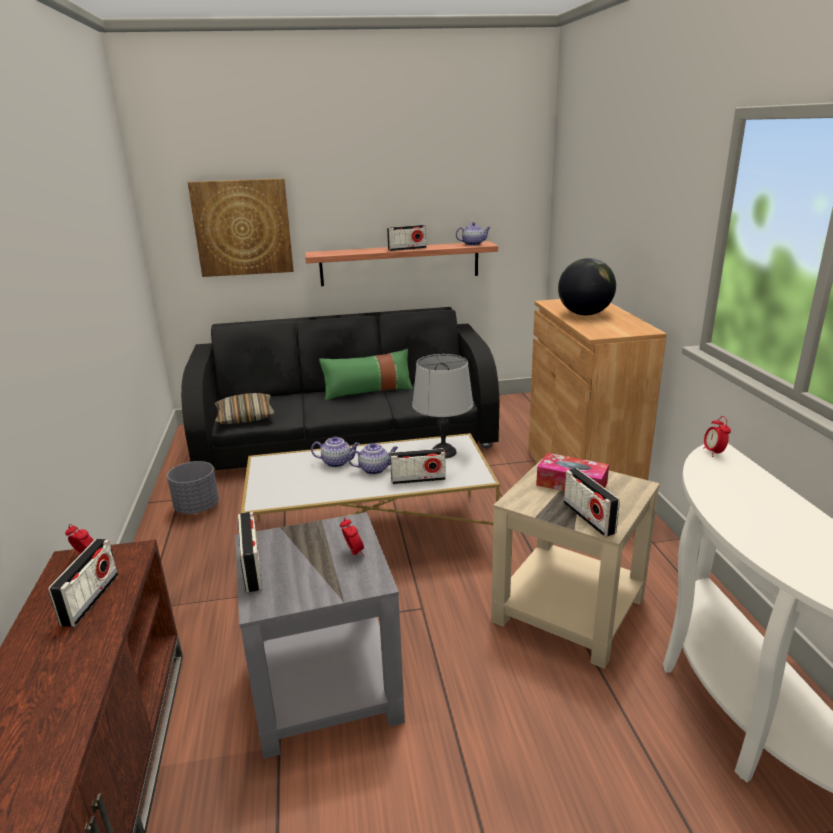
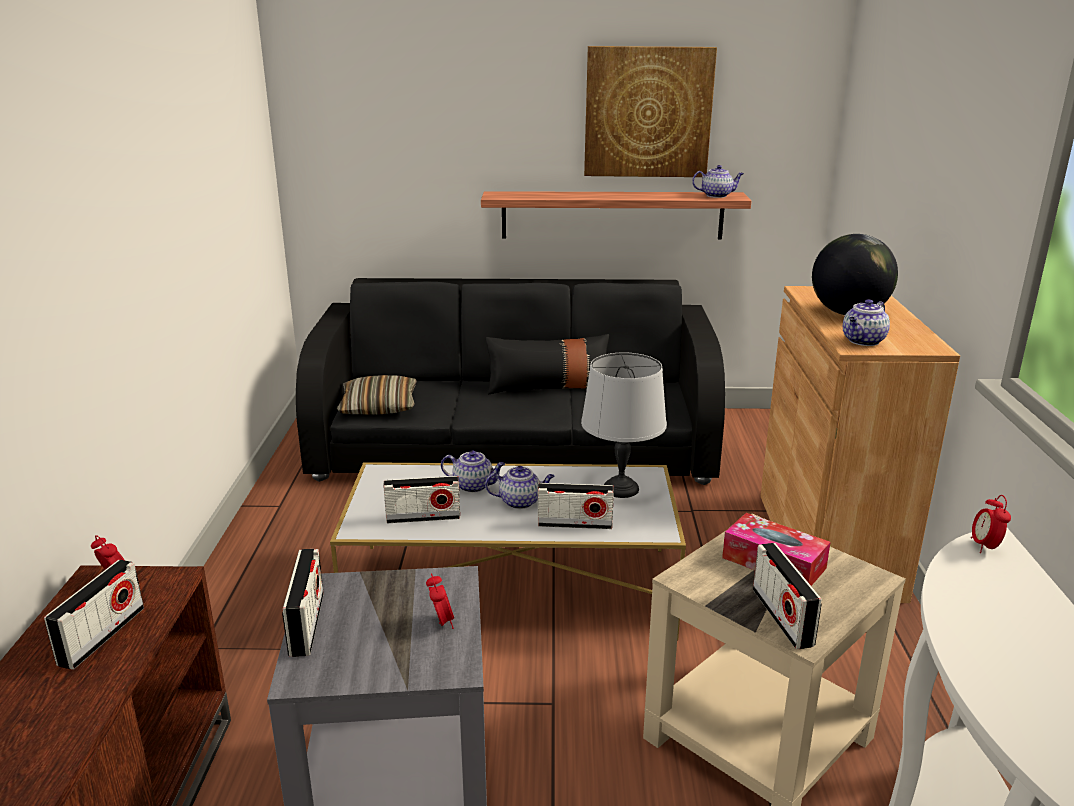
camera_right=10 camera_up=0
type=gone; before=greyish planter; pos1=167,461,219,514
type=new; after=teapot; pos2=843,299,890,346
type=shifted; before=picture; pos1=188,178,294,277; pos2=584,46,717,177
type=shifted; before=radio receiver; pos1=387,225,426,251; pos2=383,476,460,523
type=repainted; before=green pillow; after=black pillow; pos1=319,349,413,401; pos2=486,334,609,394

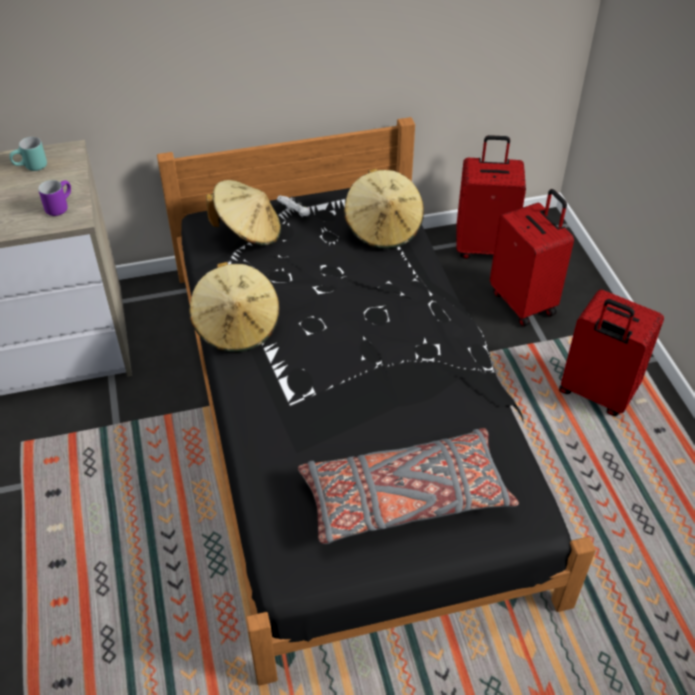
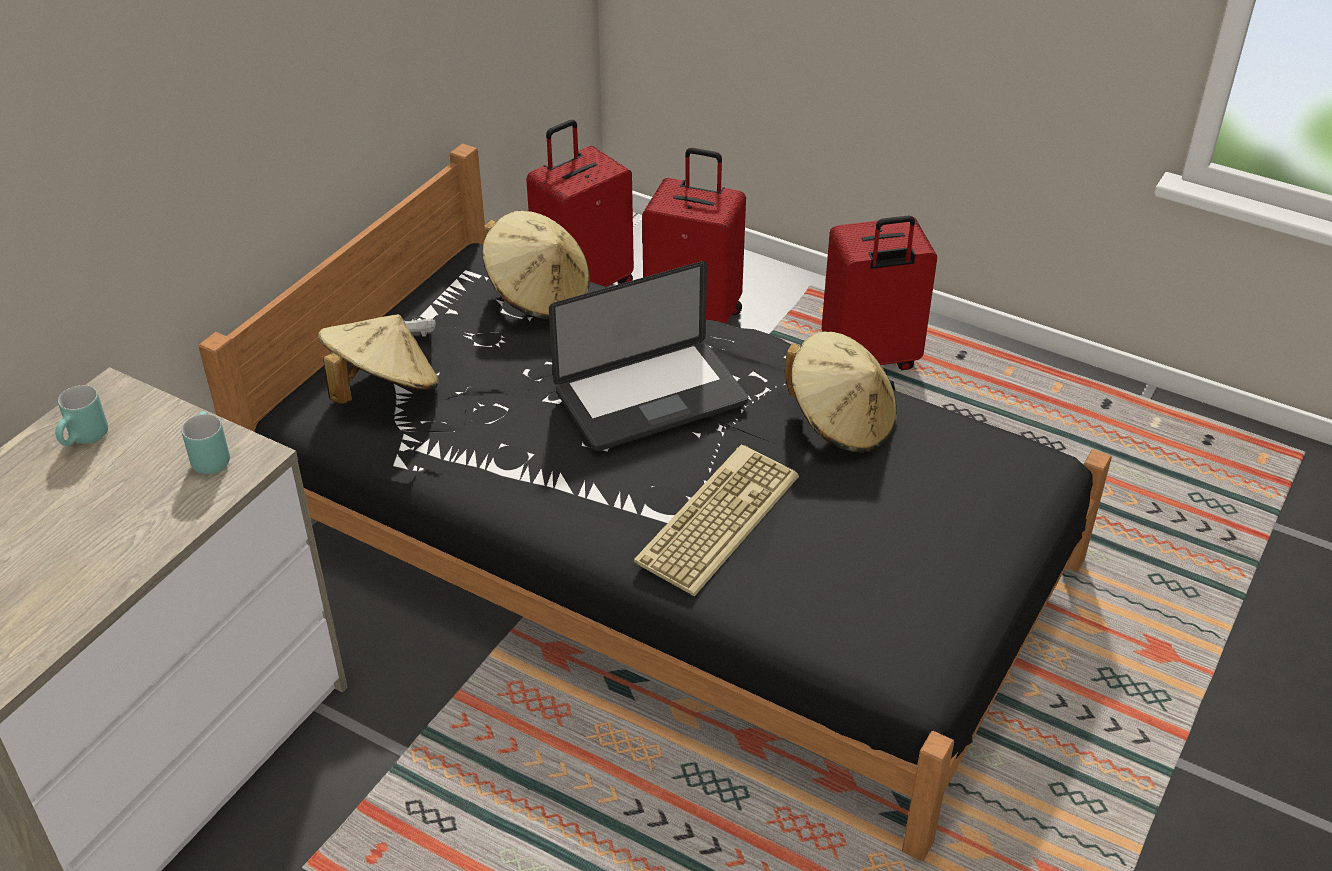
camera_right=-45 camera_up=-5
type=gone; before=greyish pillow; pos1=298,428,519,544
type=new; after=laptop; pos2=549,261,748,451
type=new; after=PC keyboard; pos2=634,444,799,597
type=shifted; before=sand-coloured clothing hat; pos1=189,262,280,352; pos2=785,331,897,453
type=repainted; before=purplish coffee mug; after=turquoise-coloured coffee mug; pos1=38,180,71,216; pos2=182,411,230,474

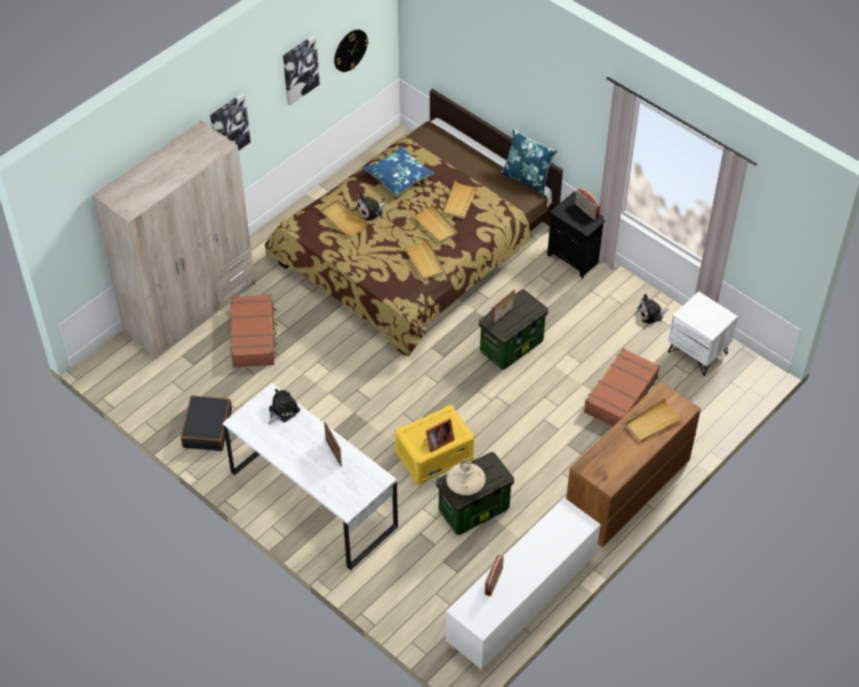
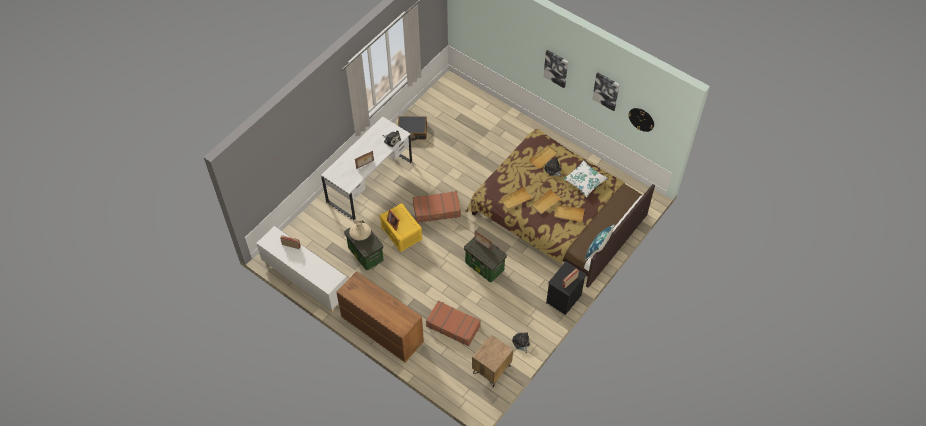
camera_right=85 camera_up=5
type=gone; before=sand-coloured wardrobe; pos1=92,121,255,359
type=gone; before=sand-coloured serving tray; pos1=625,399,683,442
type=shifted; before=brown piece of luggage; pos1=230,294,278,368; pos2=413,191,461,223
type=repainted; before=blue-coloured pillow; after=white-coloured pillow; pos1=363,146,435,197; pos2=563,160,608,197
type=repainted; before=white-coloured bedside table; after=brown bedside table; pos1=668,291,738,376; pos2=472,335,513,387

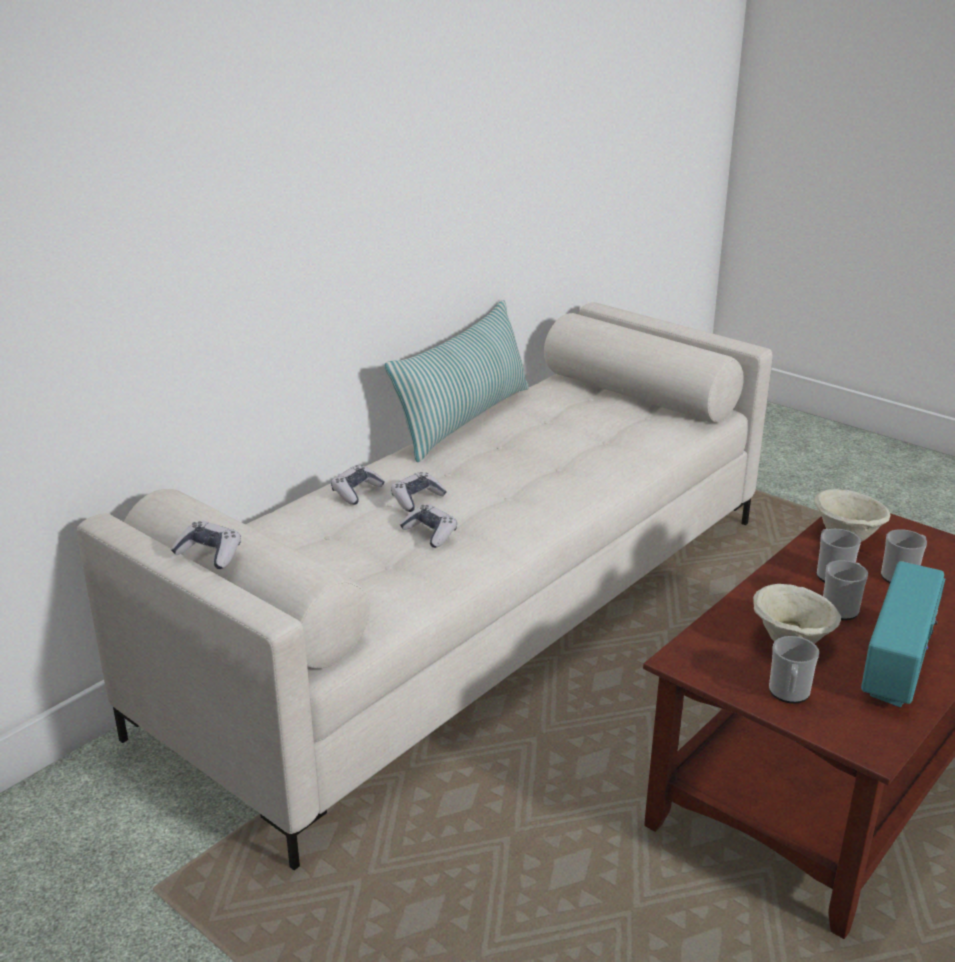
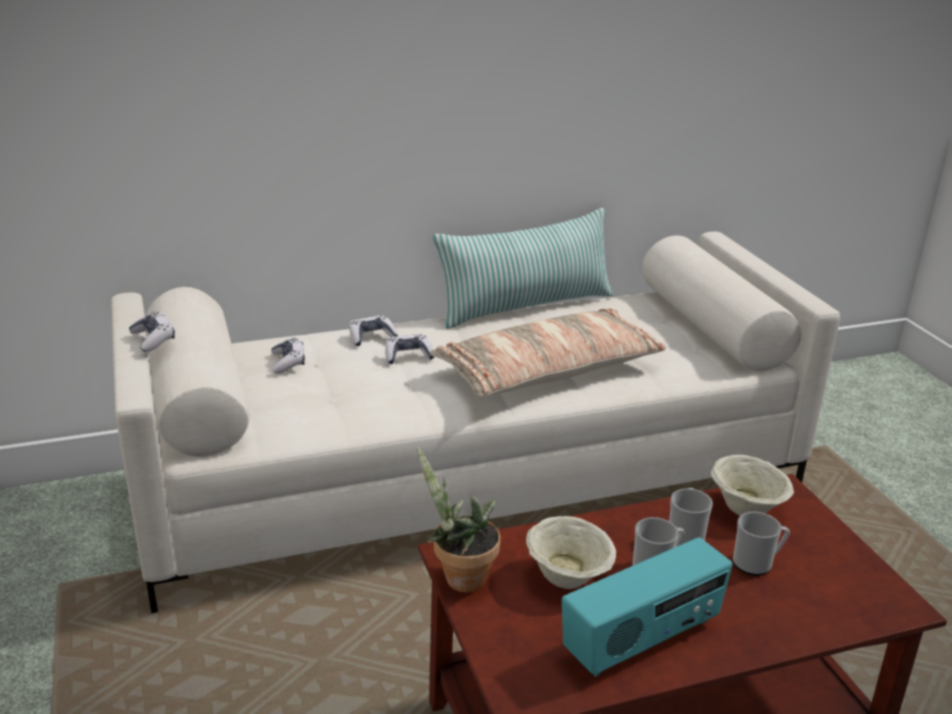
camera_right=30 camera_up=0
type=gone; before=coffee mug; pos1=769,636,819,704
type=new; after=plant in a pot; pos2=417,446,500,593
type=new; after=pillow; pos2=430,309,666,396
type=shifted; before=gamepad; pos1=400,505,457,548; pos2=271,338,305,374

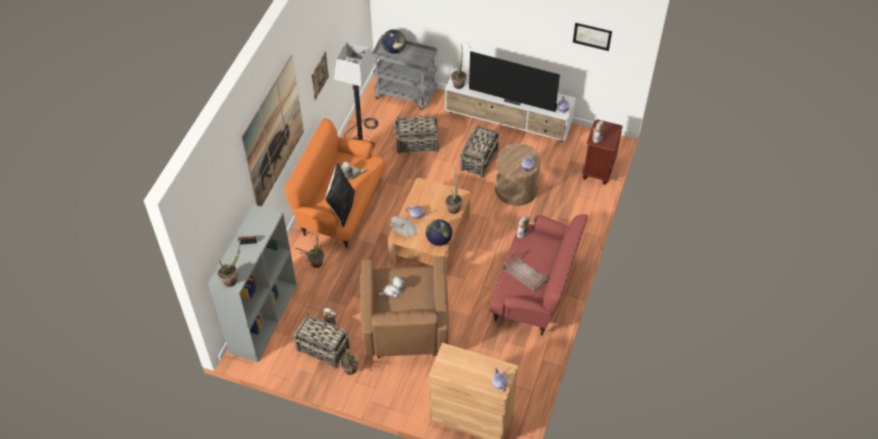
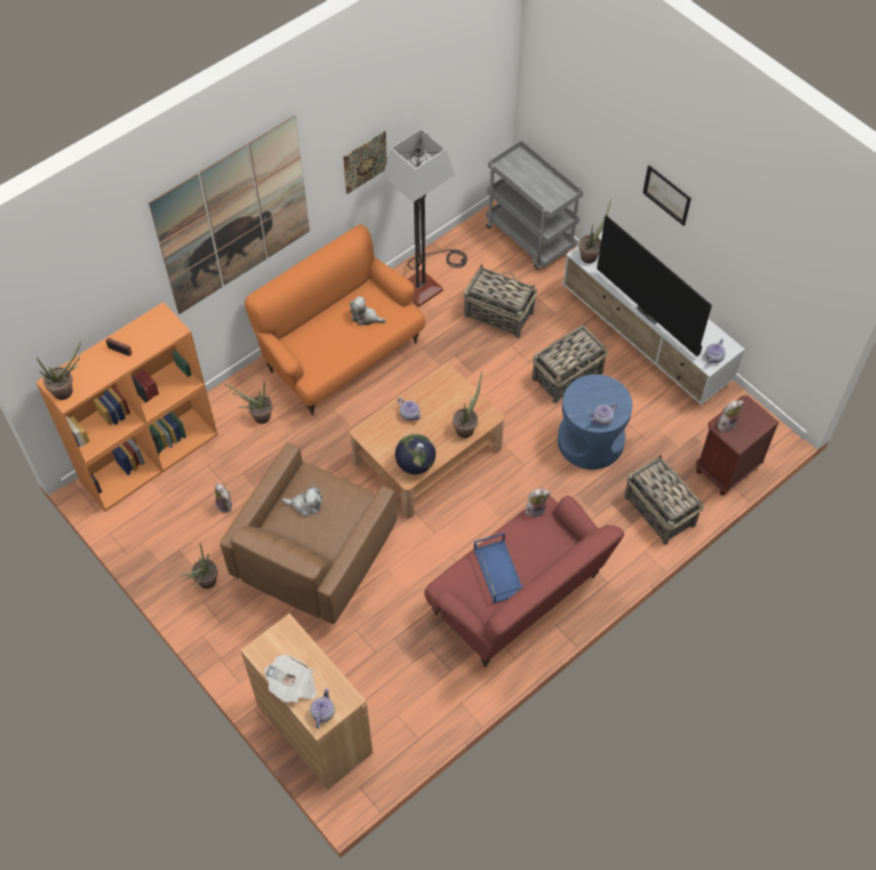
camera_right=30 camera_up=5
type=gone; before=black pillow; pos1=325,163,355,227
type=gone; before=world globe; pos1=382,29,406,54
type=shifted; before=basket; pos1=293,313,350,369; pos2=624,455,704,545
type=shifted; before=daily paper; pos1=390,216,419,237; pos2=265,654,316,703
type=shifted; before=picture; pos1=573,23,612,51; pos2=643,165,691,226
type=repainted; before=greyish bookshelf; after=orangey bookshelf; pos1=208,204,297,362; pos2=36,302,218,512
type=repainted; before=brown side table; after=blue-coloured side table; pos1=495,143,541,206; pos2=557,374,632,470
type=repainted; before=brown serving tray; after=blue-coloured serving tray; pos1=503,251,548,292; pos2=474,533,525,603

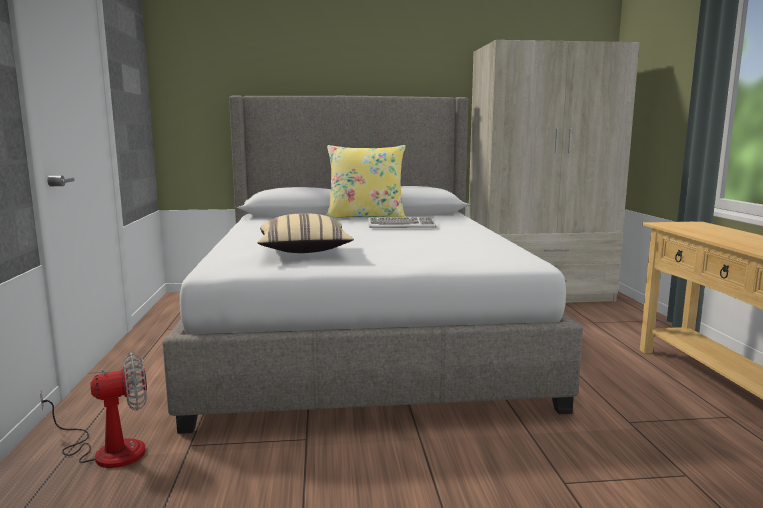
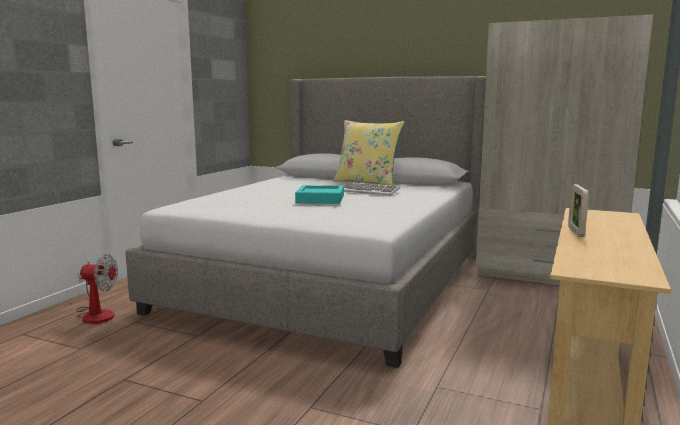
camera_right=30 camera_up=0
type=gone; before=sand-coloured pillow; pos1=258,213,354,253
type=new; after=turquoise-coloured serving tray; pos2=295,185,344,204
type=new; after=photo frame; pos2=568,184,589,237

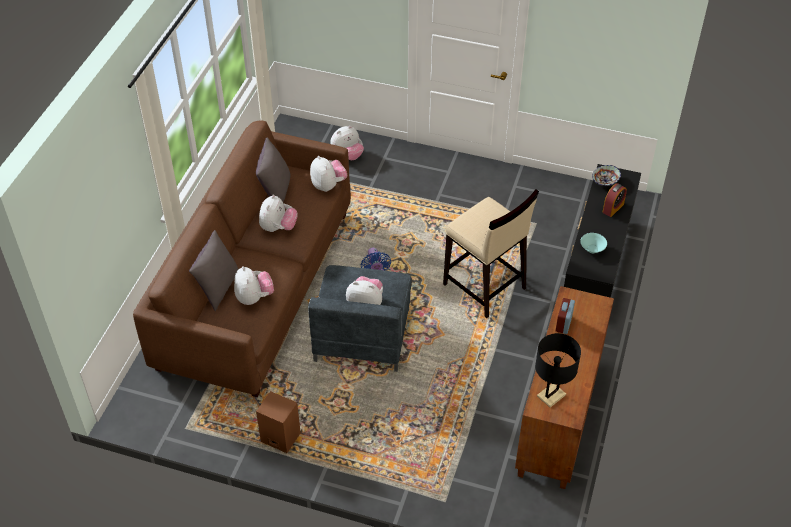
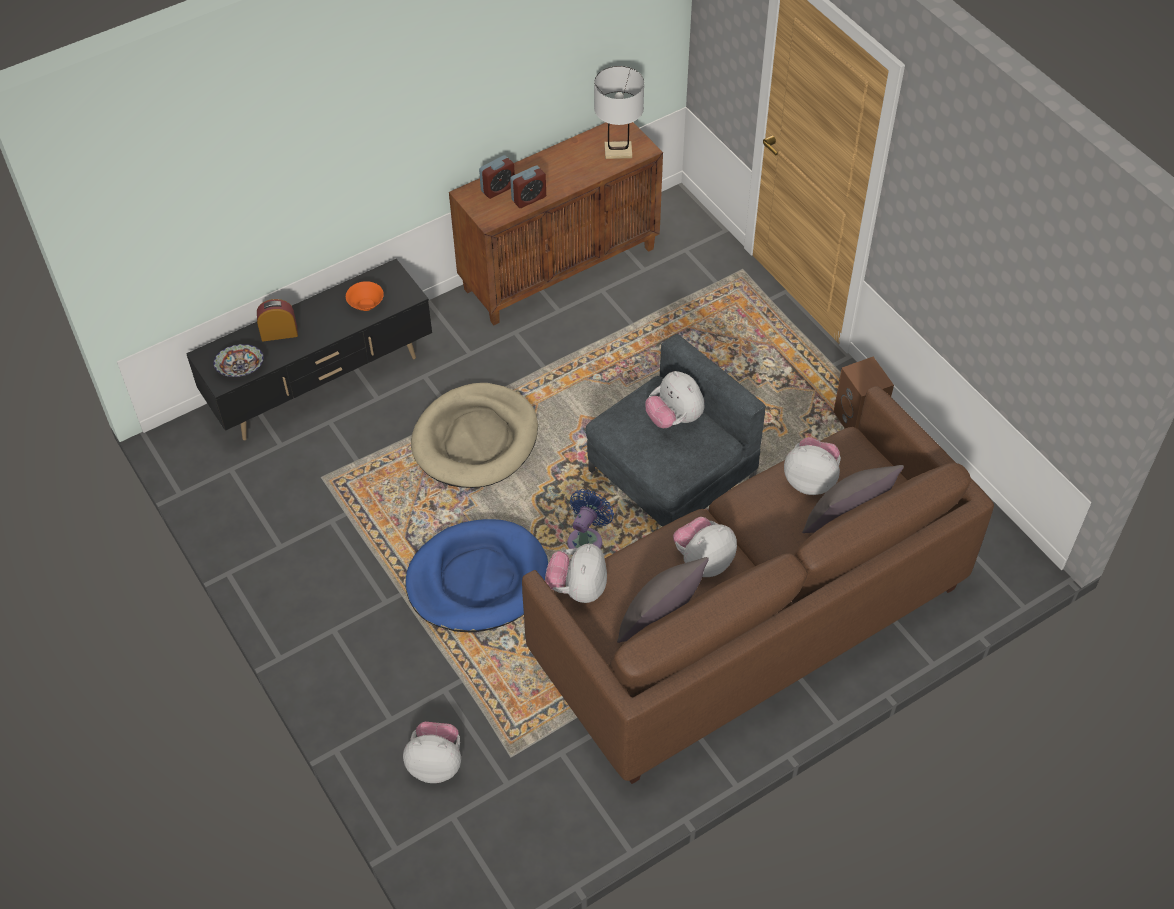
camera_right=-140 camera_up=5
type=new; after=blue-coloured pet bed; pos2=405,519,548,633
type=new; after=table clock; pos2=479,155,515,199
type=swapped; before=sand-coloured sitting stool; after=sand-coloured pet bed; pos1=443,189,539,318; pos2=411,383,538,488
type=repainted; before=black table lamp; after=white-coloured table lamp; pos1=535,333,581,408; pos2=594,66,644,159
type=repainted; before=turquoise-coloured serving bowl; after=orangey serving bowl; pos1=580,233,607,253; pos2=346,281,384,311
type=rotated; before=soft toy; pos1=234,266,274,305; pos2=784,437,841,495; turn=90

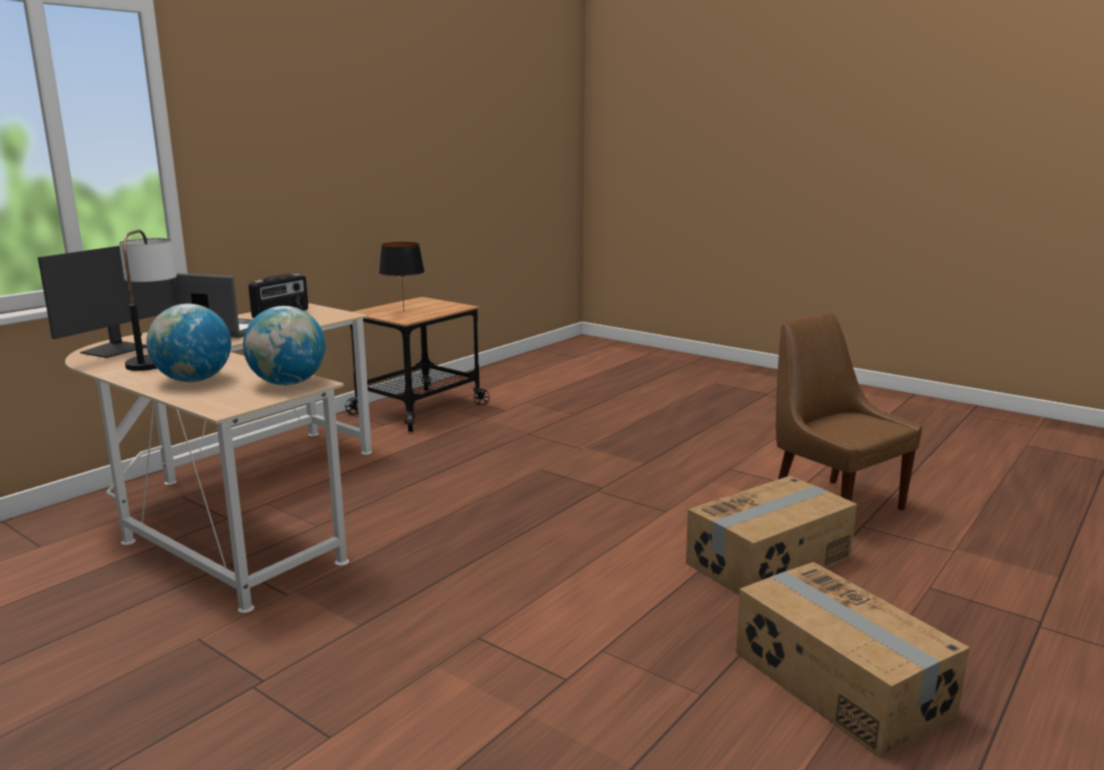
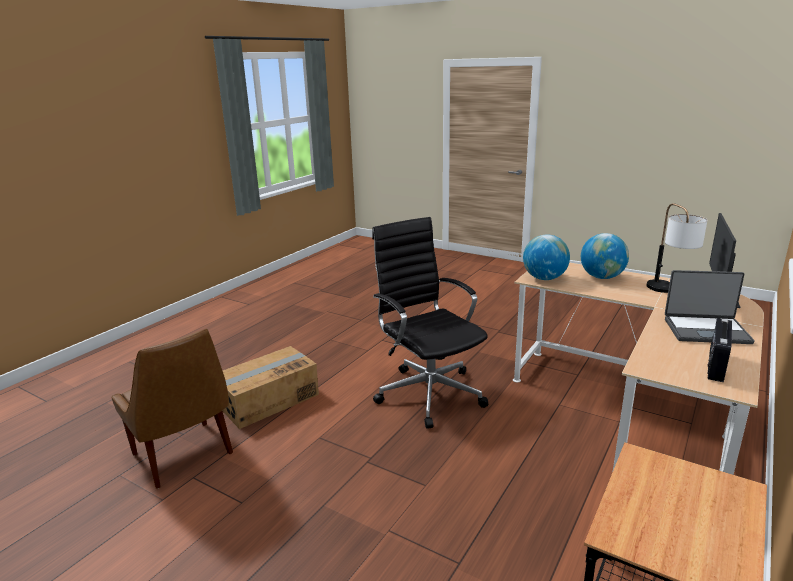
camera_right=175 camera_up=5
type=gone; before=black table lamp; pos1=379,242,425,309
type=gone; before=cardboard box; pos1=736,562,970,759
type=new; after=black desk chair; pos2=372,217,488,429

